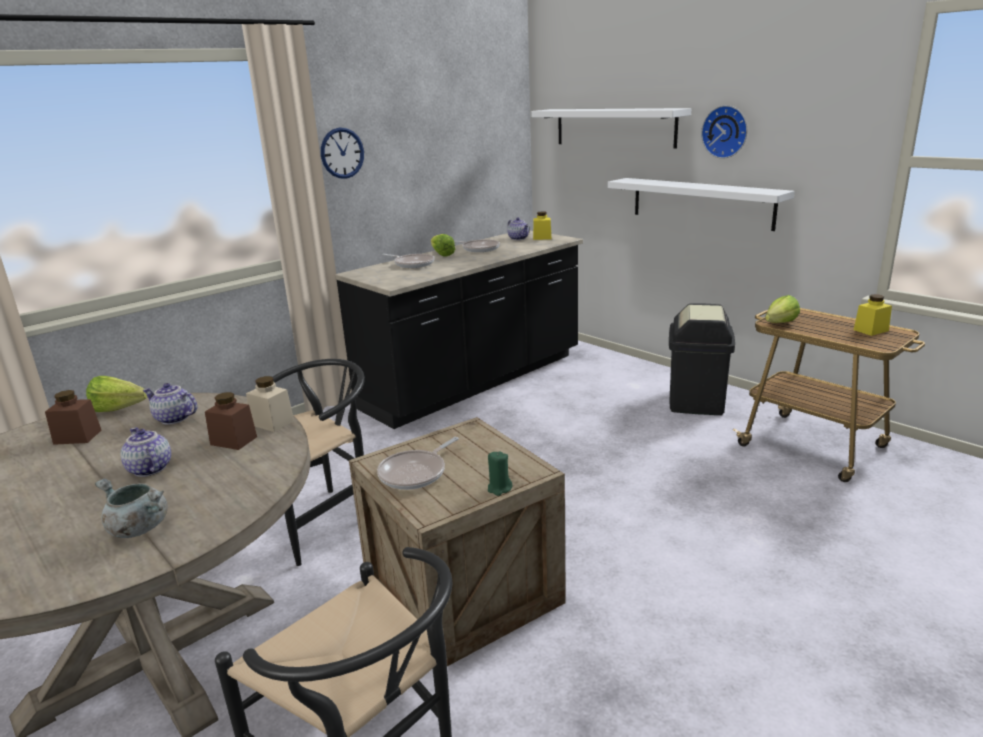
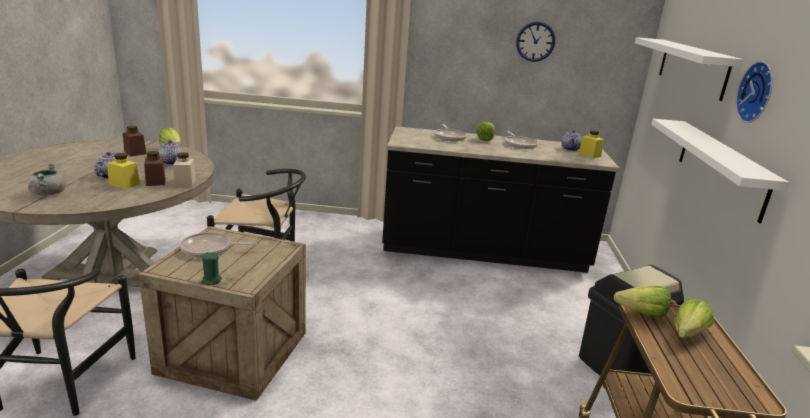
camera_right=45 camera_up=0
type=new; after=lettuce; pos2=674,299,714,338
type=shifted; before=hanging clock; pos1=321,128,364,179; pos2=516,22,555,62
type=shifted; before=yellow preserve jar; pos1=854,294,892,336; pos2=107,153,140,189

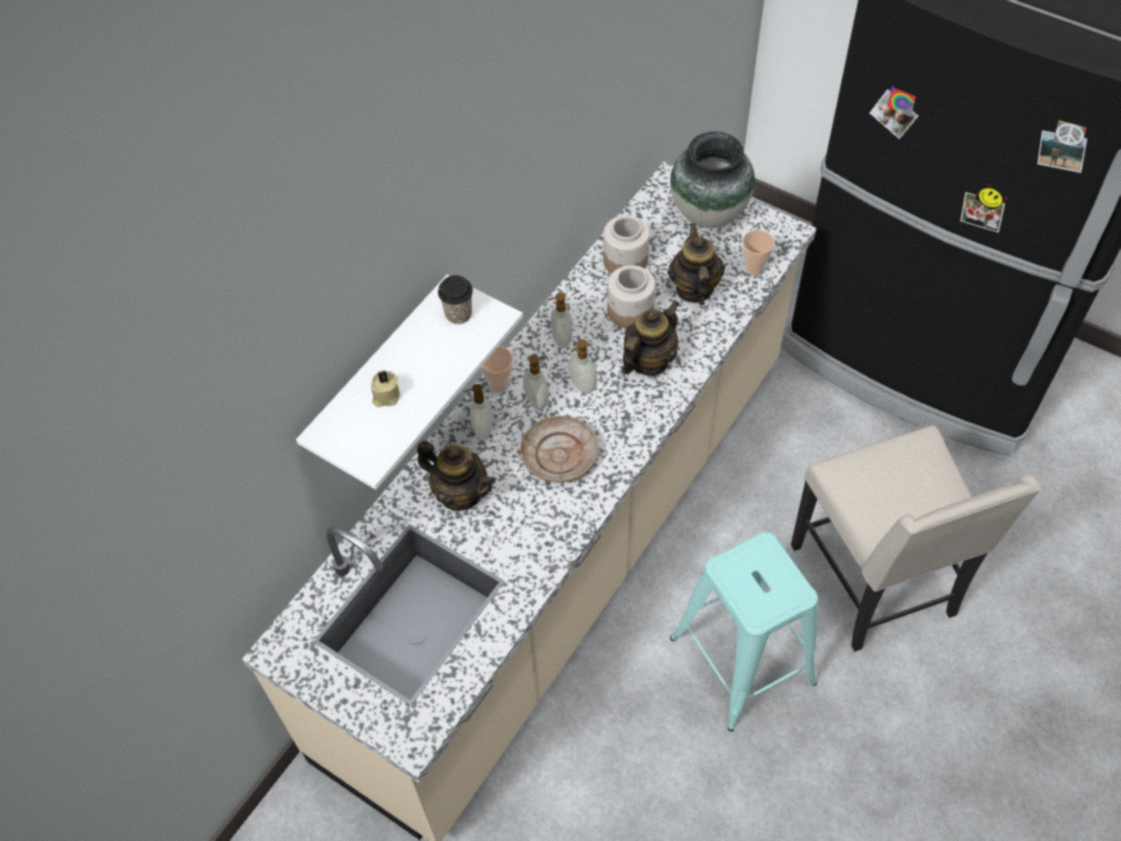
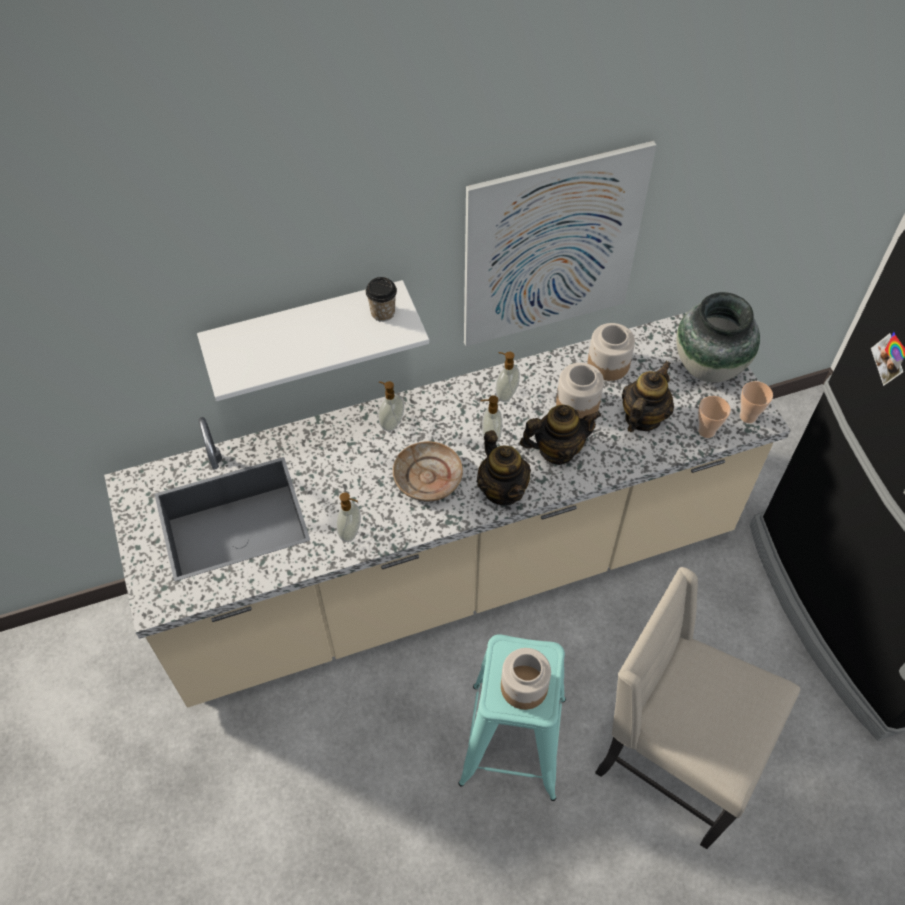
camera_right=35 camera_up=0
type=gone; before=sand-coloured wax candle; pos1=371,371,400,407
type=new; after=picture; pos2=464,141,656,347
type=new; after=preserve jar; pos2=501,648,551,710
type=shifted; before=teapot; pos1=417,441,496,511; pos2=477,430,531,506
type=shifted; before=cup; pos1=481,346,513,393; pos2=740,381,773,423
type=shifted; before=soap dispenser; pos1=523,355,549,410; pos2=336,493,361,542
type=rotated; before=sand-coloured plain chair; pos1=791,425,1041,652; pos2=595,567,800,849; turn=105

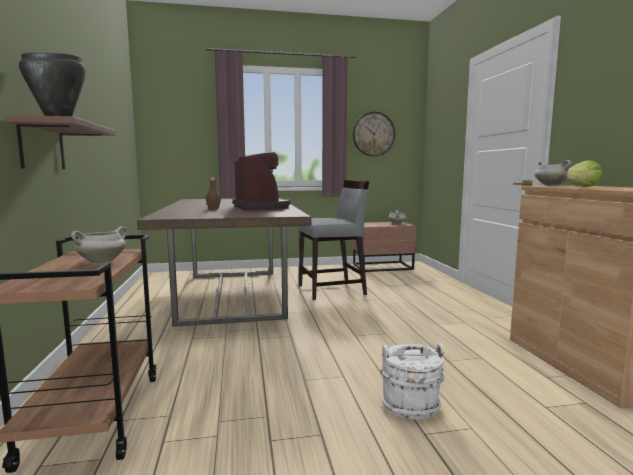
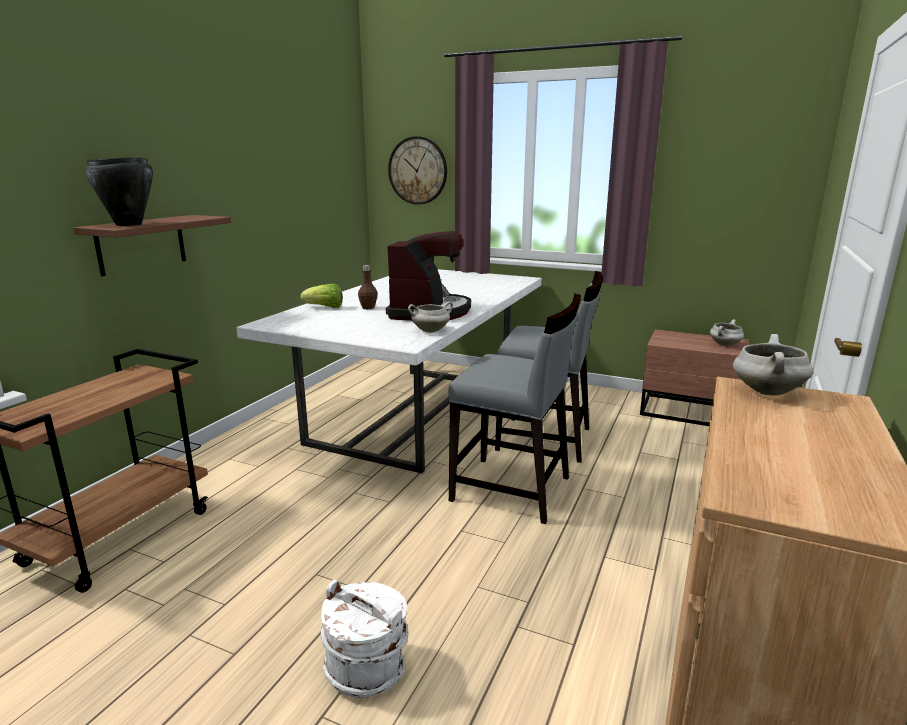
camera_right=35 camera_up=10
type=new; after=greyish plain chair; pos2=448,294,581,524
type=shifted; before=white-coloured cooking pot; pos1=71,226,127,263; pos2=408,301,453,333
type=shifted; before=hanging clock; pos1=353,112,395,157; pos2=388,136,447,205
type=shifted; before=lettuce; pos1=567,160,603,187; pos2=300,284,343,308
type=repainted; before=brown dining table; after=white-coloured dining table; pos1=137,198,311,327; pos2=236,269,542,473

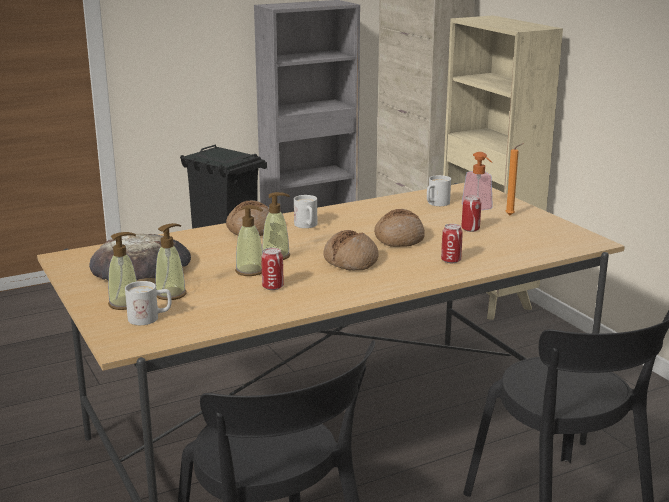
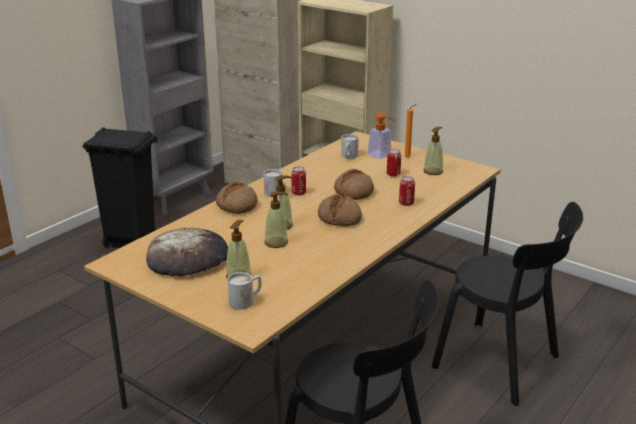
camera_right=-25 camera_up=5
type=shifted; before=soap dispenser; pos1=108,232,137,310; pos2=424,127,443,175
type=shifted; before=metal can; pos1=261,248,284,290; pos2=291,166,306,196

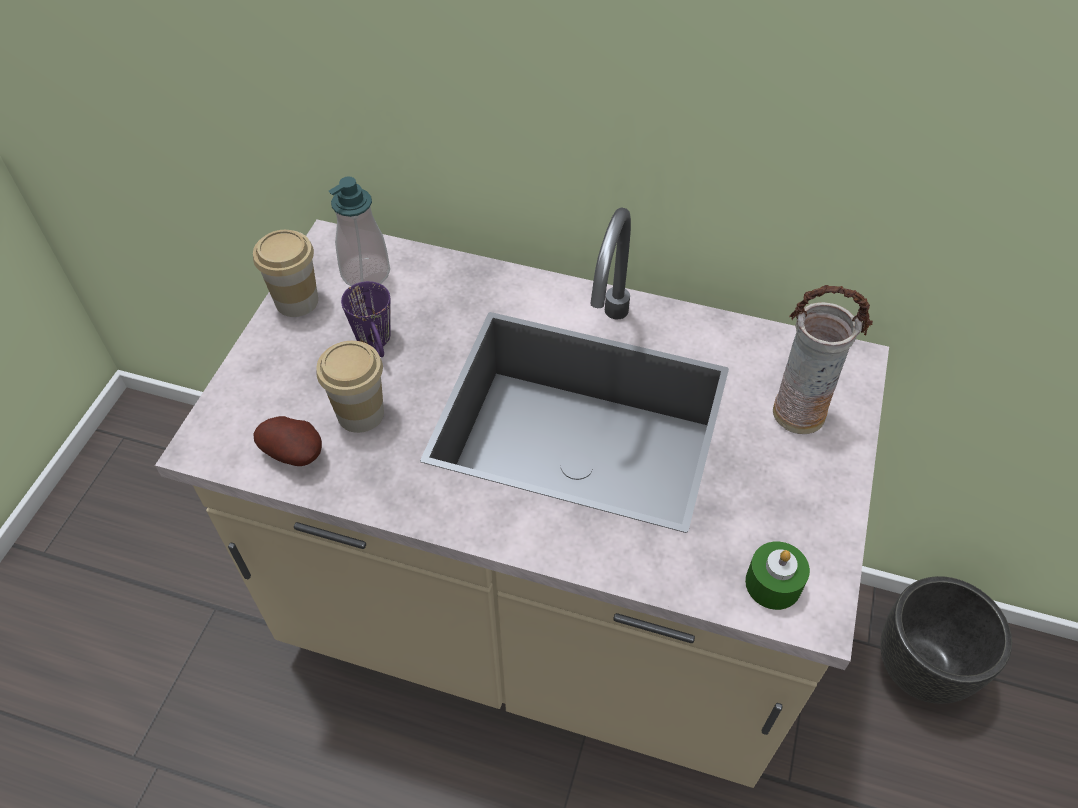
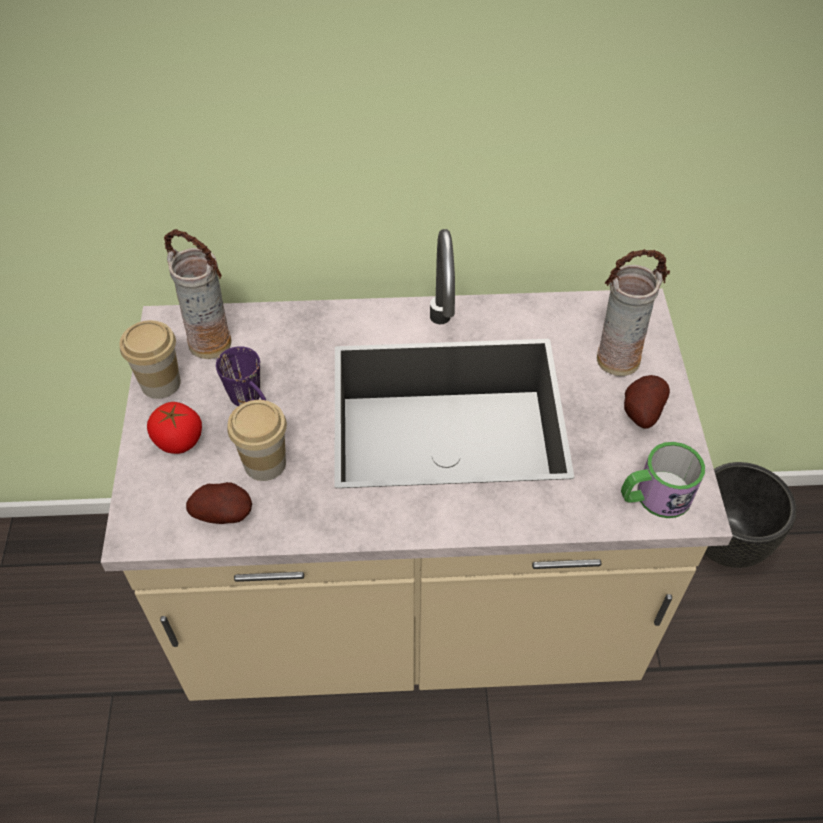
camera_right=-20 camera_up=0
type=new; after=tomato; pos2=147,402,202,454
type=new; after=potato; pos2=624,375,670,429
type=swapped; before=soap dispenser; after=flower vase; pos1=329,176,390,286; pos2=164,229,232,359
type=swapped; before=green wax candle; after=coffee mug; pos1=745,542,810,610; pos2=621,442,705,518

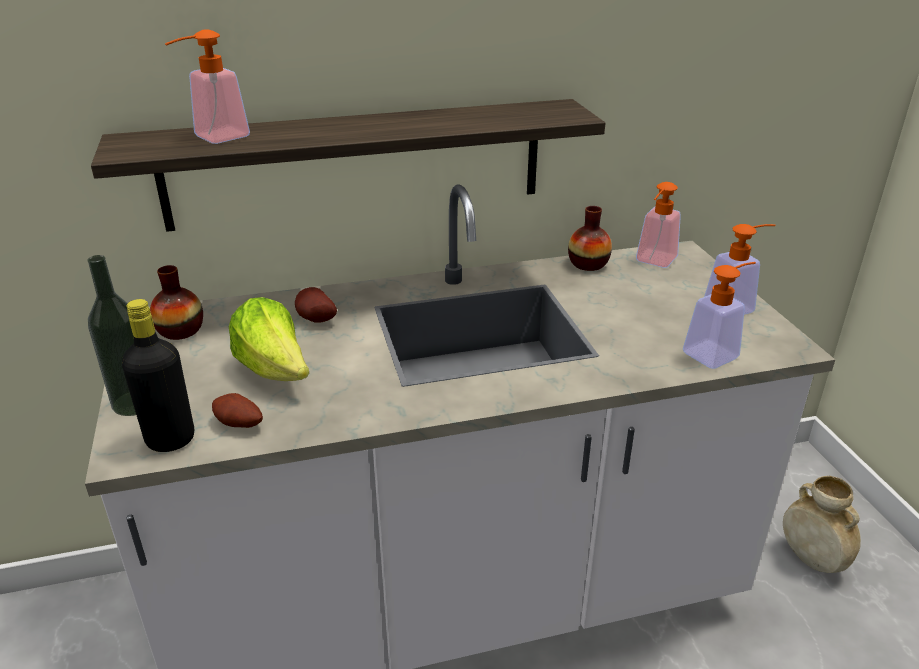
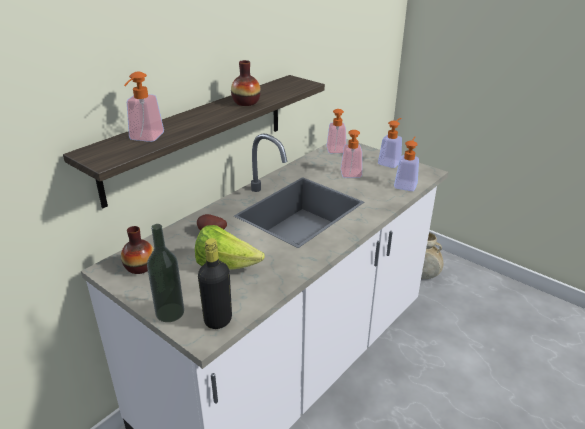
camera_right=-35 camera_up=0
type=gone; before=potato; pos1=212,393,263,428
type=new; after=soap dispenser; pos2=341,130,362,178
type=shifted; before=flower vase; pos1=568,206,612,271; pos2=231,60,261,106

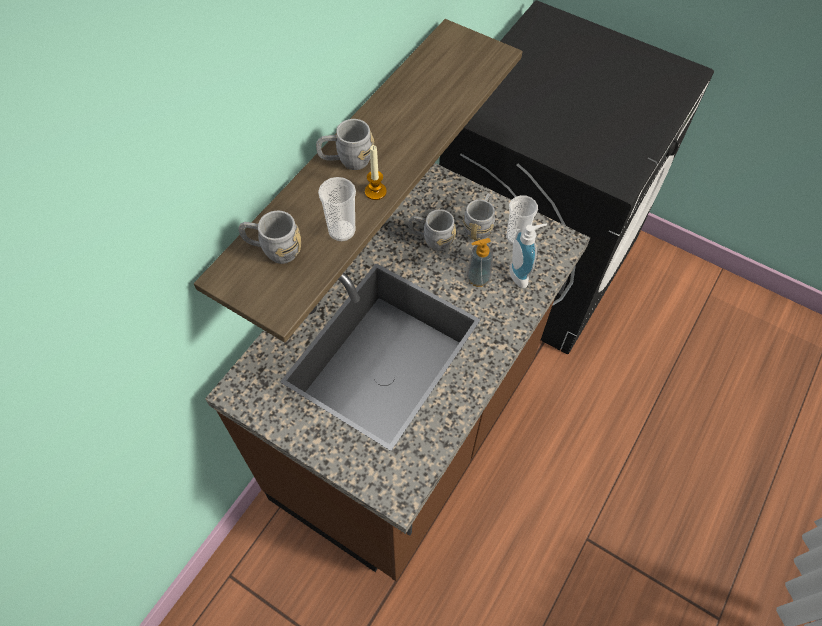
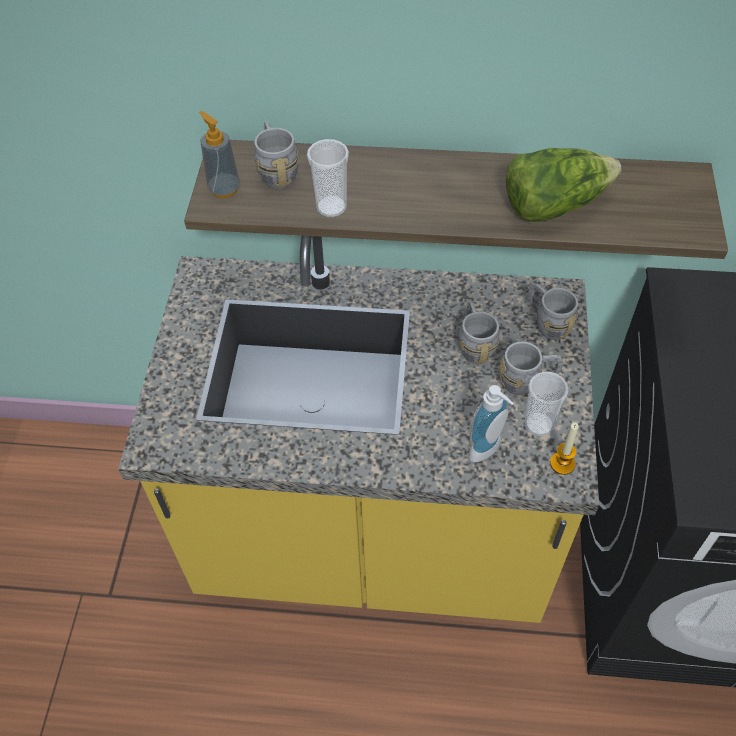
camera_right=65 camera_up=-5
type=new; after=lettuce; pos2=506,148,622,222
type=shifted; before=greyish coffee mug; pos1=316,119,374,170; pos2=528,283,578,340
type=shifted; before=wax candle; pos1=365,145,387,200; pos2=550,423,579,475
type=shifted; before=soap dispenser; pos1=467,238,493,287; pos2=199,111,240,198
type=repainted; before=brown kitchen counter; after=yellow kitchen counter; pos1=205,163,590,581; pos2=118,236,599,623

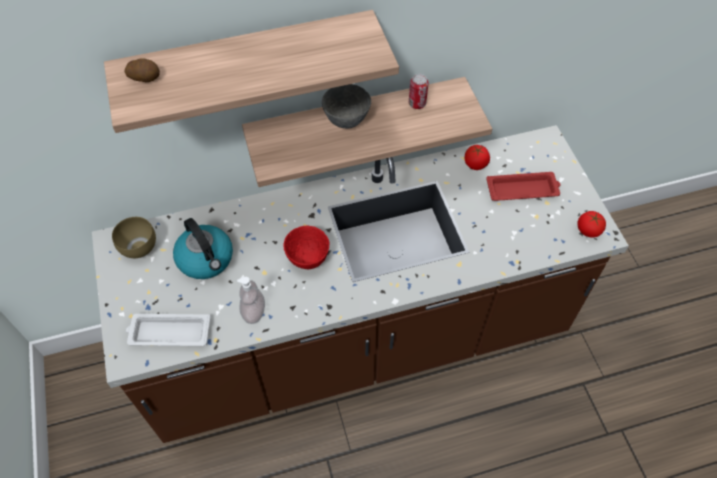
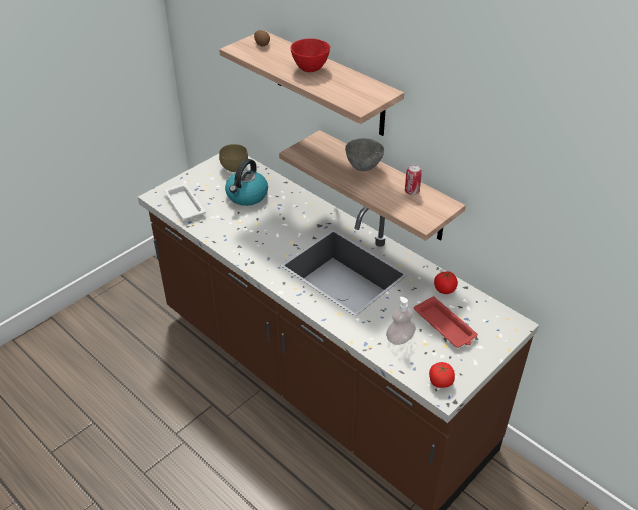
camera_right=60 camera_up=-15
type=shifted; before=soap dispenser; pos1=237,277,265,324; pos2=386,296,416,345
type=shifted; before=red-coloured serving bowl; pos1=284,226,329,269; pos2=290,38,330,72

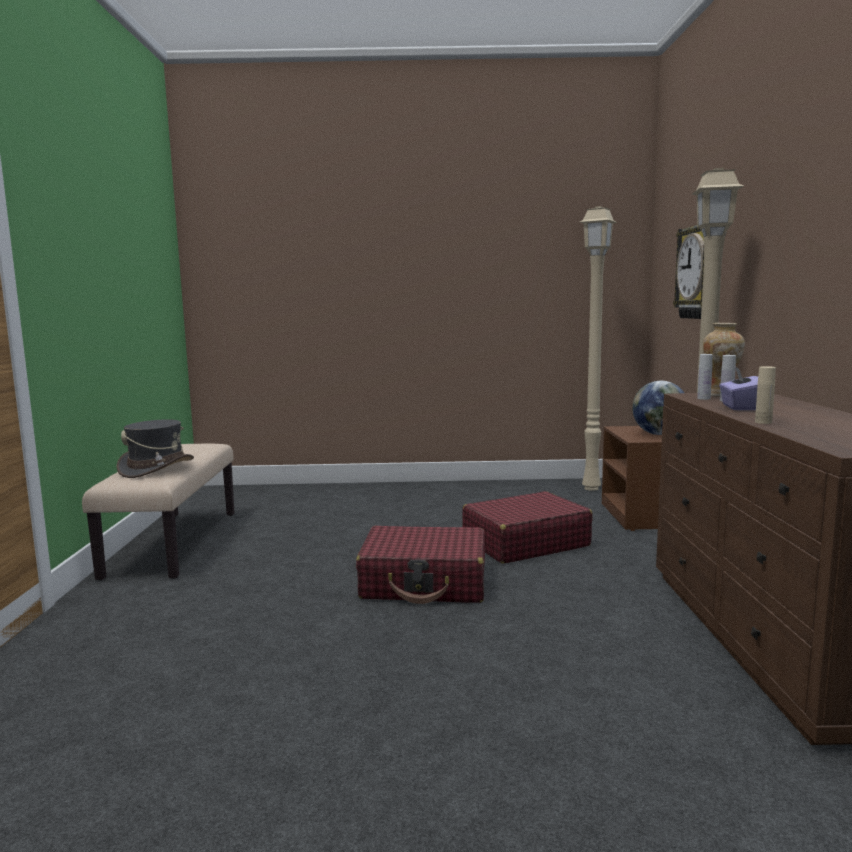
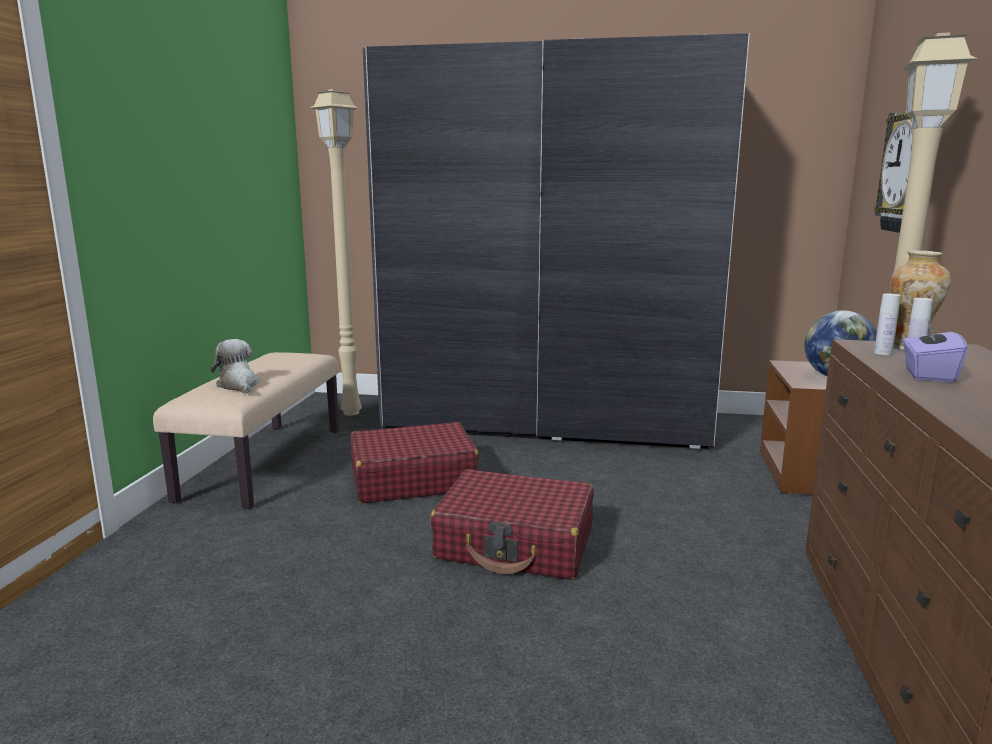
camera_right=10 camera_up=5
type=gone; before=sand-coloured beverage bottle; pos1=755,366,776,424
type=new; after=greyish wardrobe; pos2=363,33,750,451
type=shifted; before=red-coloured piece of luggage; pos1=462,491,593,564; pos2=350,422,479,503
type=shifted; before=sand-coloured floor lamp; pos1=580,206,617,491; pos2=310,89,362,416
type=swapped; before=greyish clothing hat; after=soft toy; pos1=116,419,194,478; pos2=211,339,260,393

